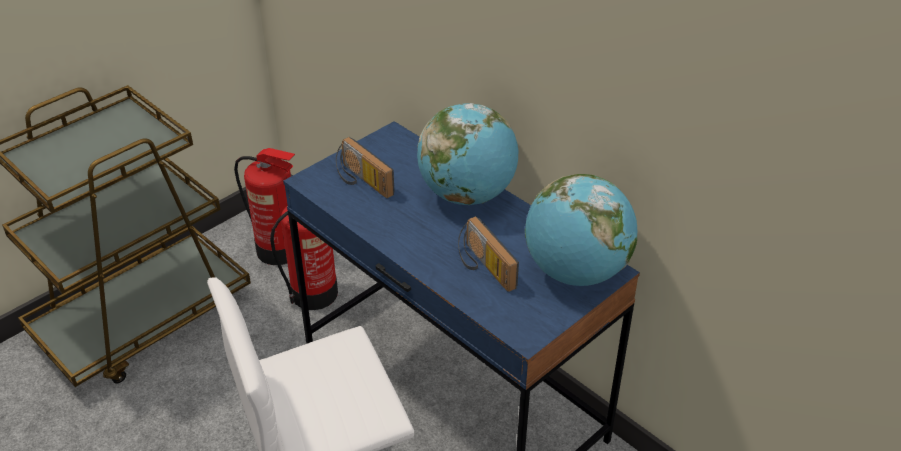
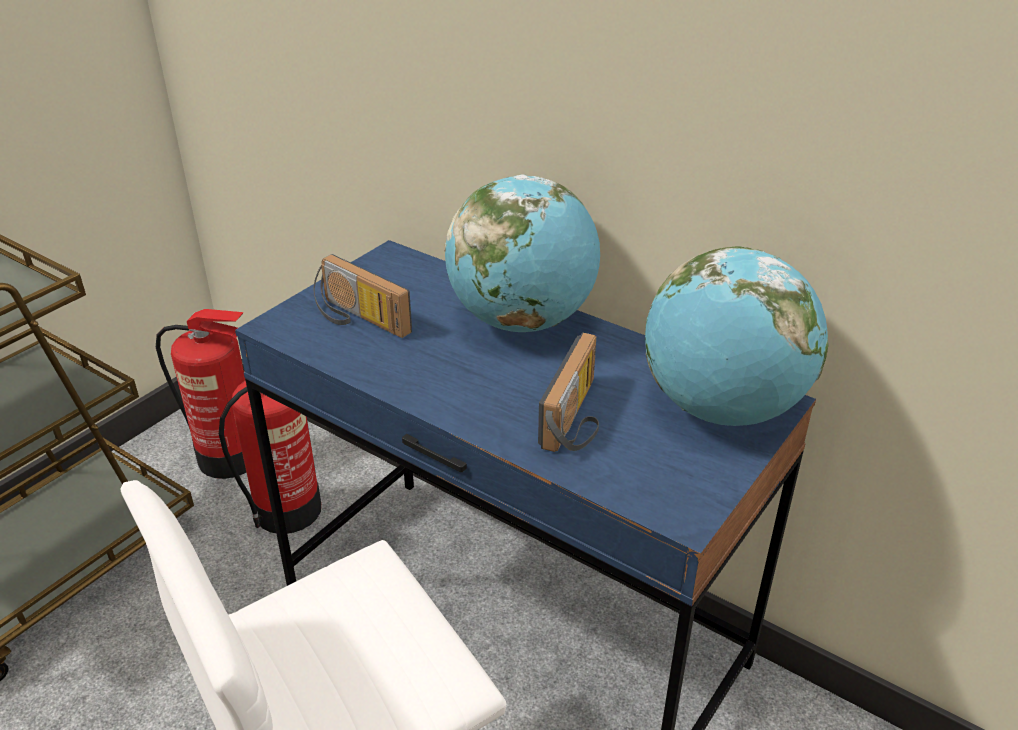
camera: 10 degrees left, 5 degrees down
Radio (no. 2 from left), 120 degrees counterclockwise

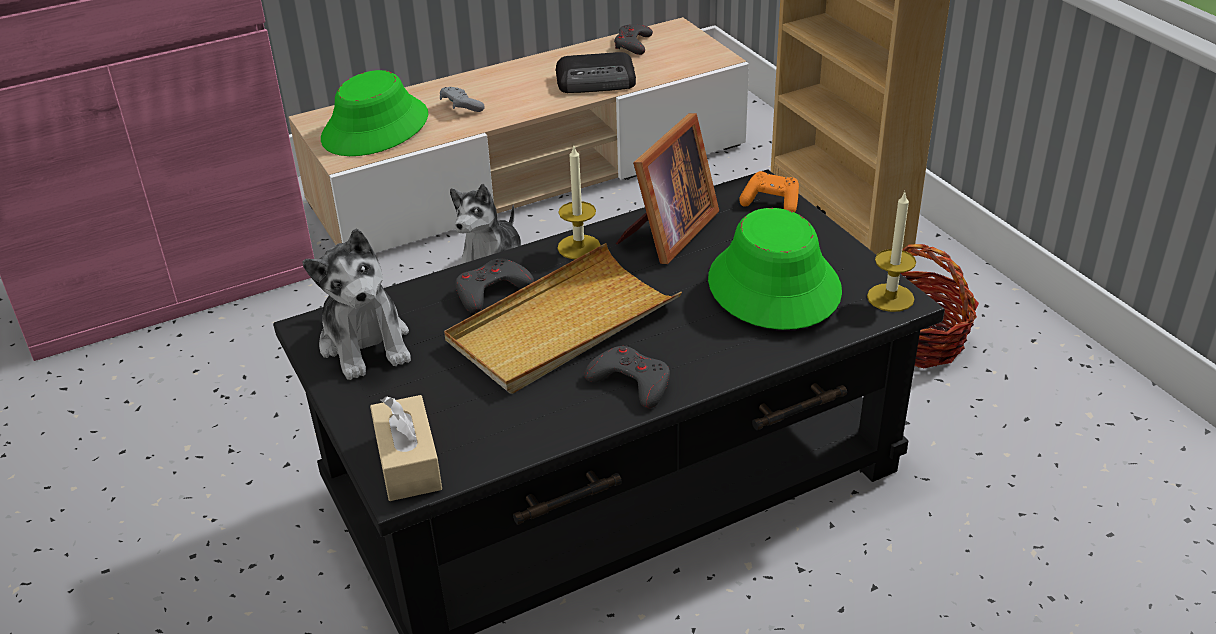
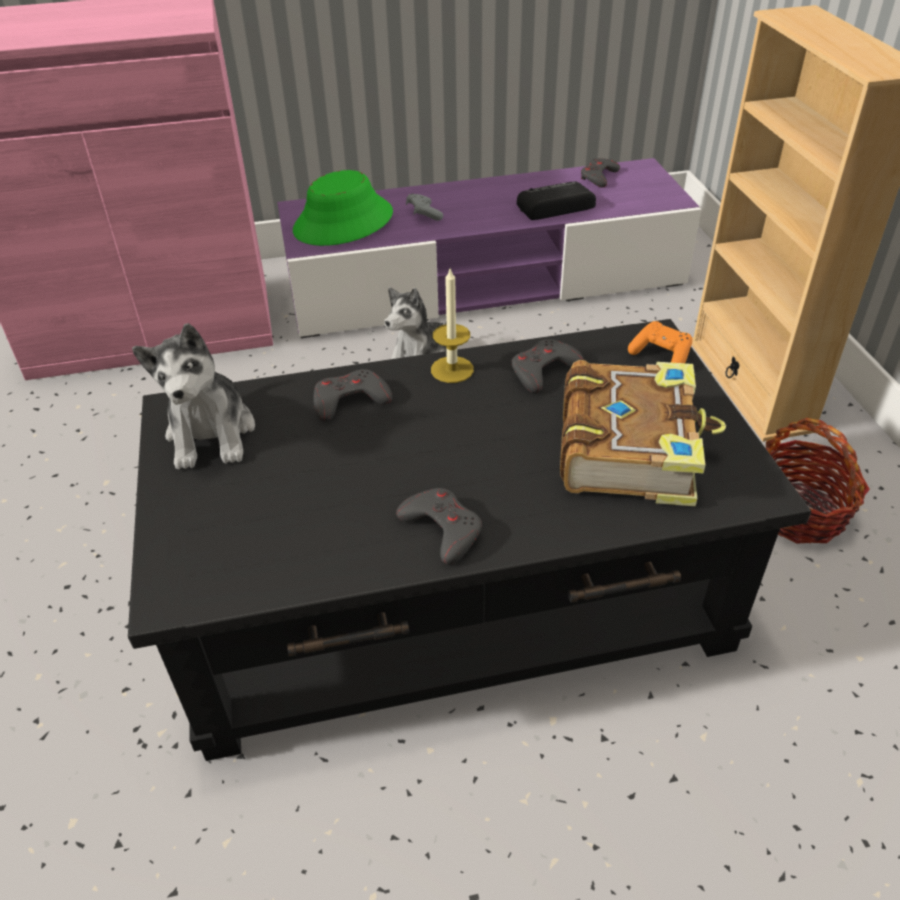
camera: 15 degrees right, 5 degrees up
Fernsehschrank [beige] => Fernsehschrank [lila]
Radio, 150 degrees clockwise
Bilderrahmen => Gamepad [grau] (no. 4 from left)
Kerze (no. 2 from left) => nothing
Hut [grün] (no. 2 from left) => Buch
Tablett [beige] => nothing
Taschentuchbox [beige] => nothing

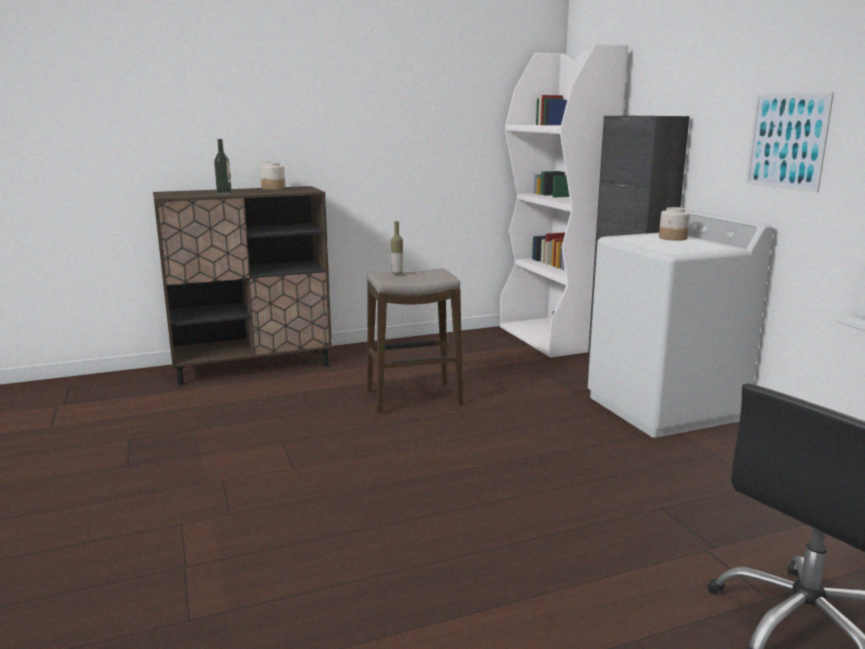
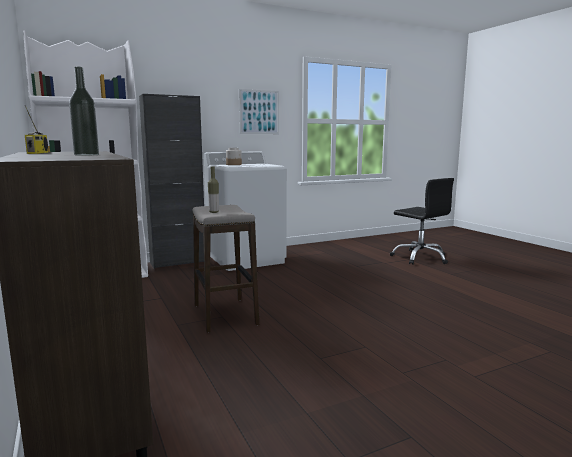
camera: 95 degrees left, 5 degrees down
Vorratsglas (no. 1 from left) => Radio

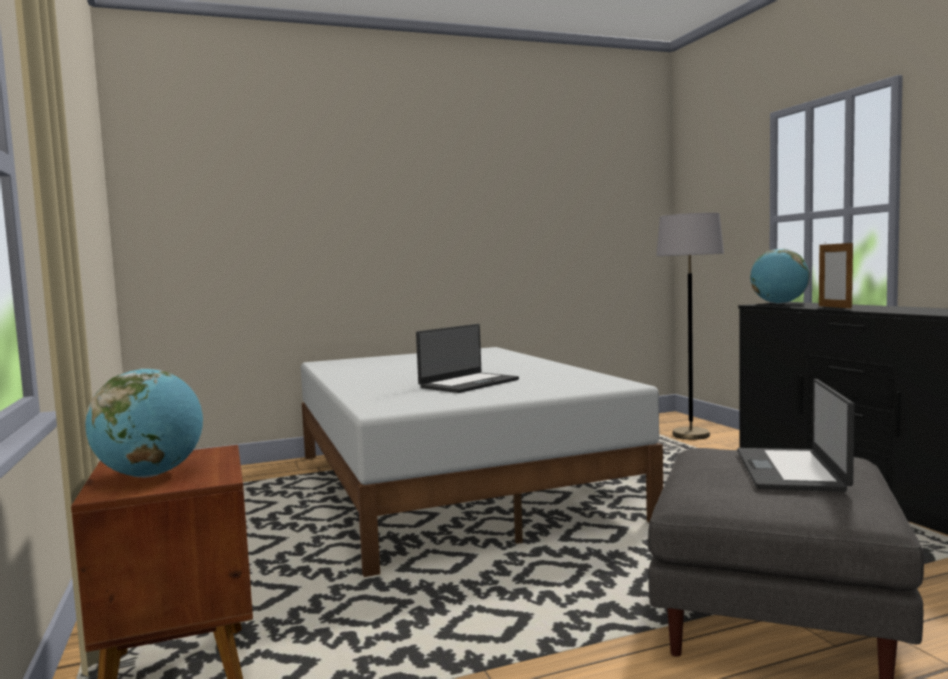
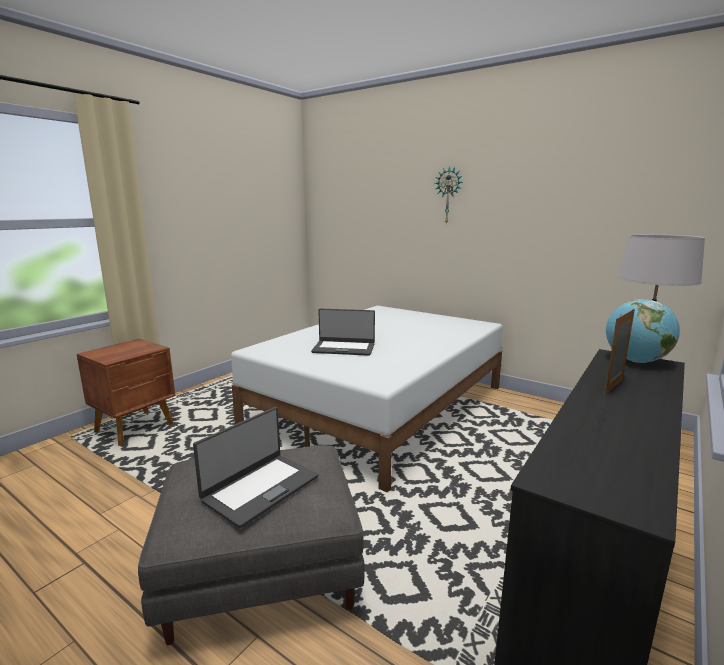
camera: 55 degrees right, 10 degrees up
Globus (no. 1 from left) => nothing
Laptop (no. 2 from left in the first image) => Laptop (no. 1 from left), 150 degrees clockwise
nothing => Wanduhr

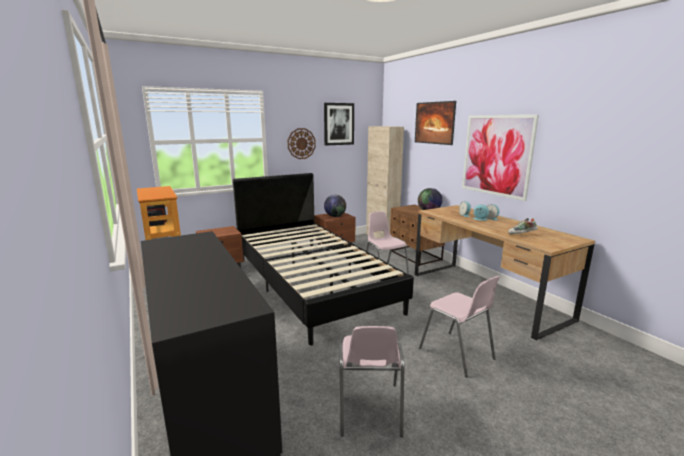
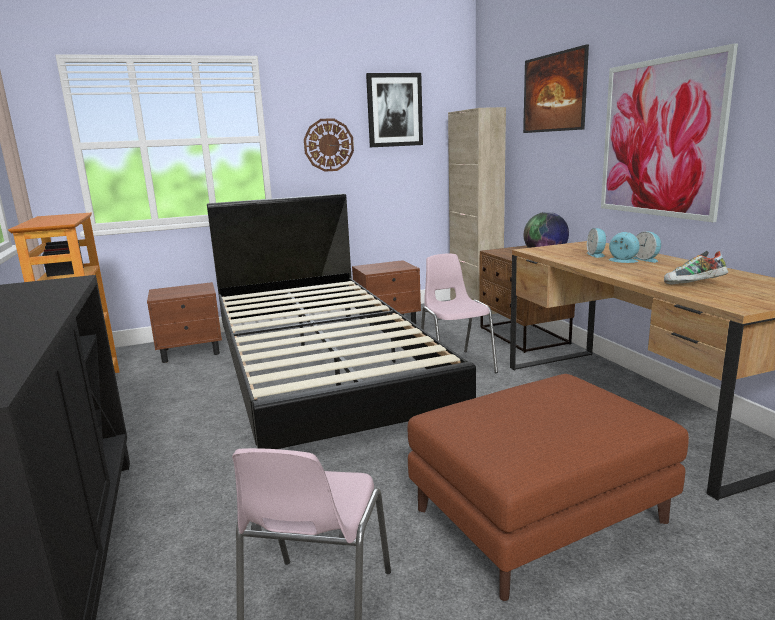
camera: 10 degrees right, 0 degrees up
Globus (no. 1 from left) => nothing
Stuhl [rosa] (no. 3 from left) => Polsterhocker [braun]

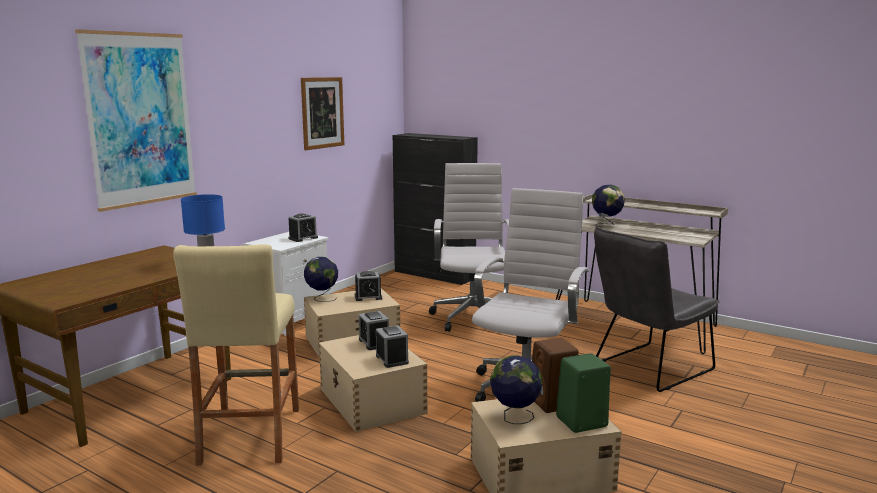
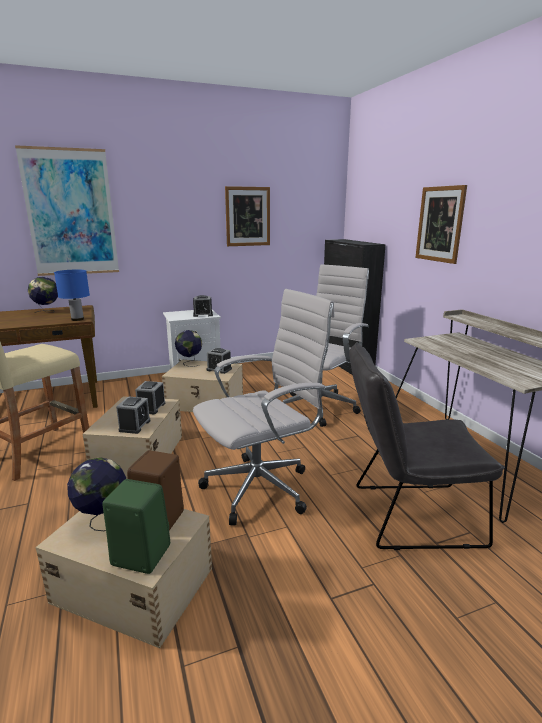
camera: 35 degrees right, 5 degrees up
Globus (no. 3 from left in the first image) => Globus (no. 1 from left), shifted
nothing => Bild (no. 3 from left)

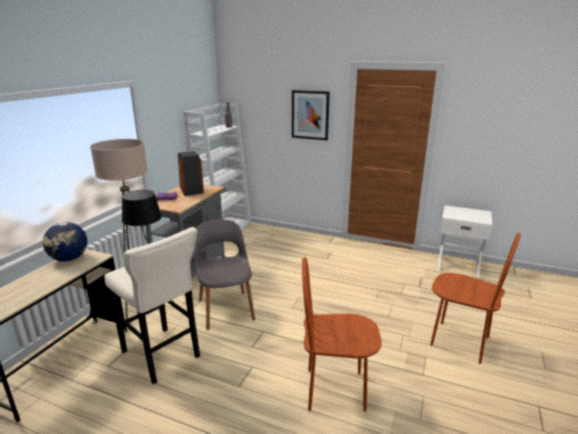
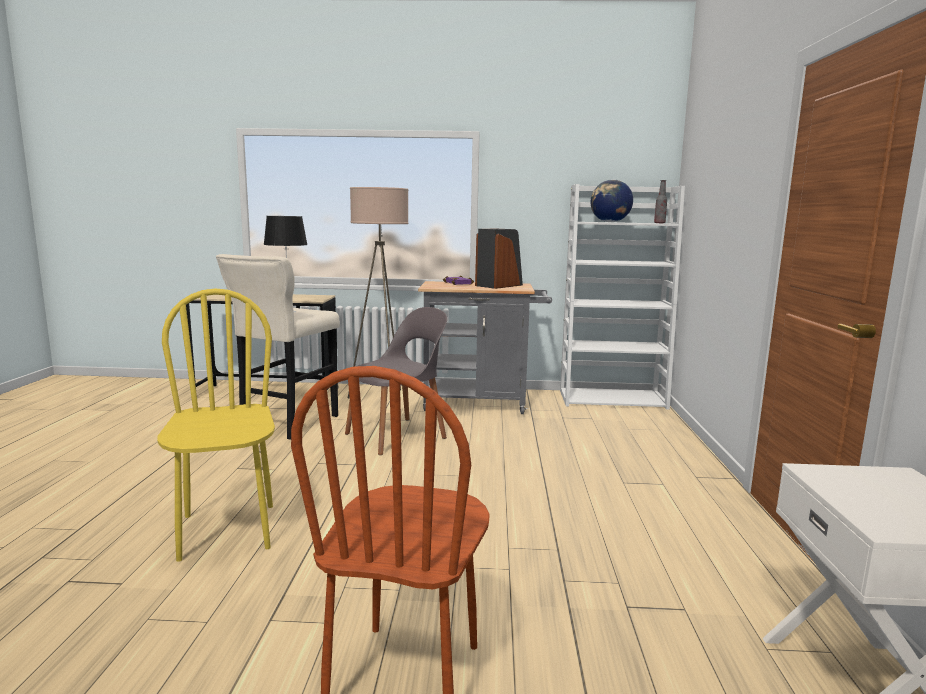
camera: 70 degrees right, 10 degrees down
Bild => nothing
Globus, shifted
Stuhl [braun] (no. 1 from left) => Stuhl [gelb]

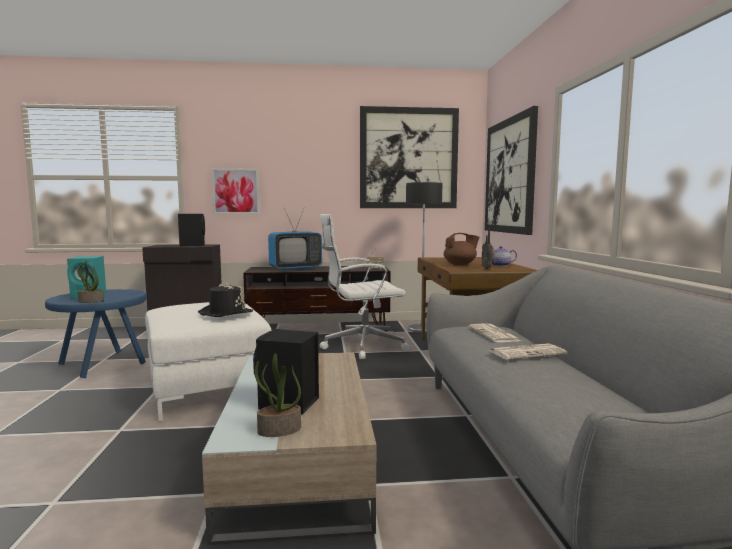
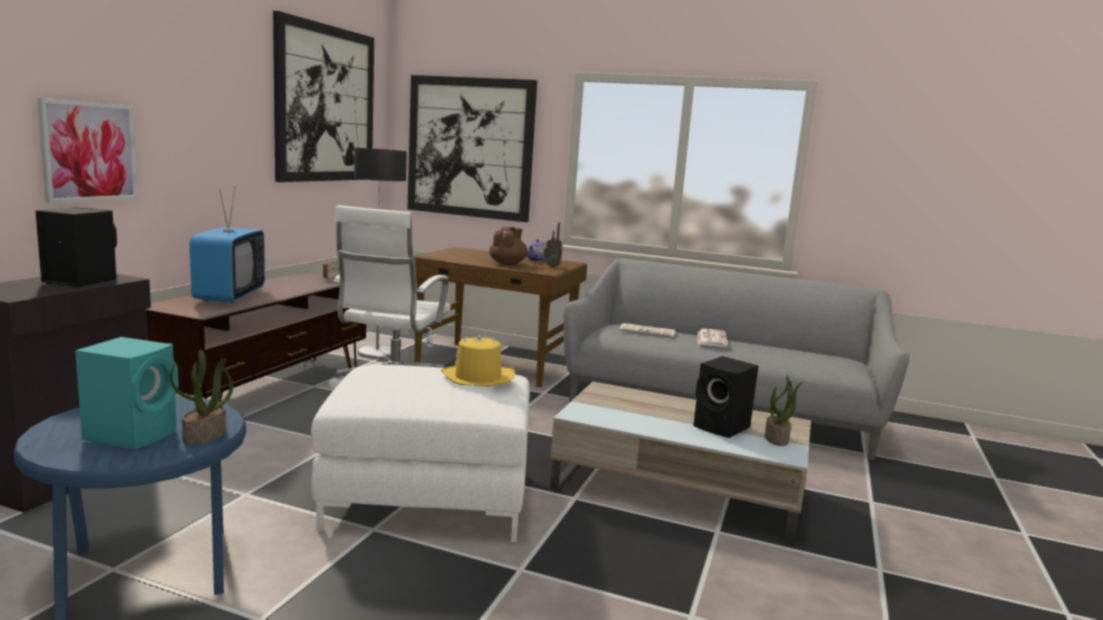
camera: 65 degrees left, 5 degrees up
Hut [schwarz] => Hut [gelb]

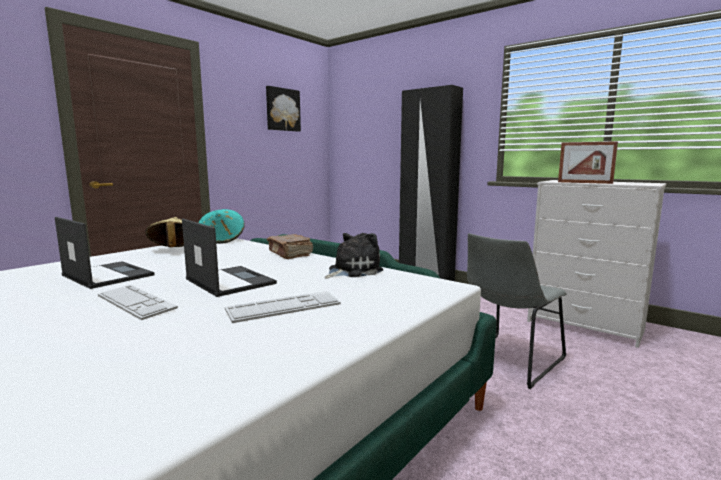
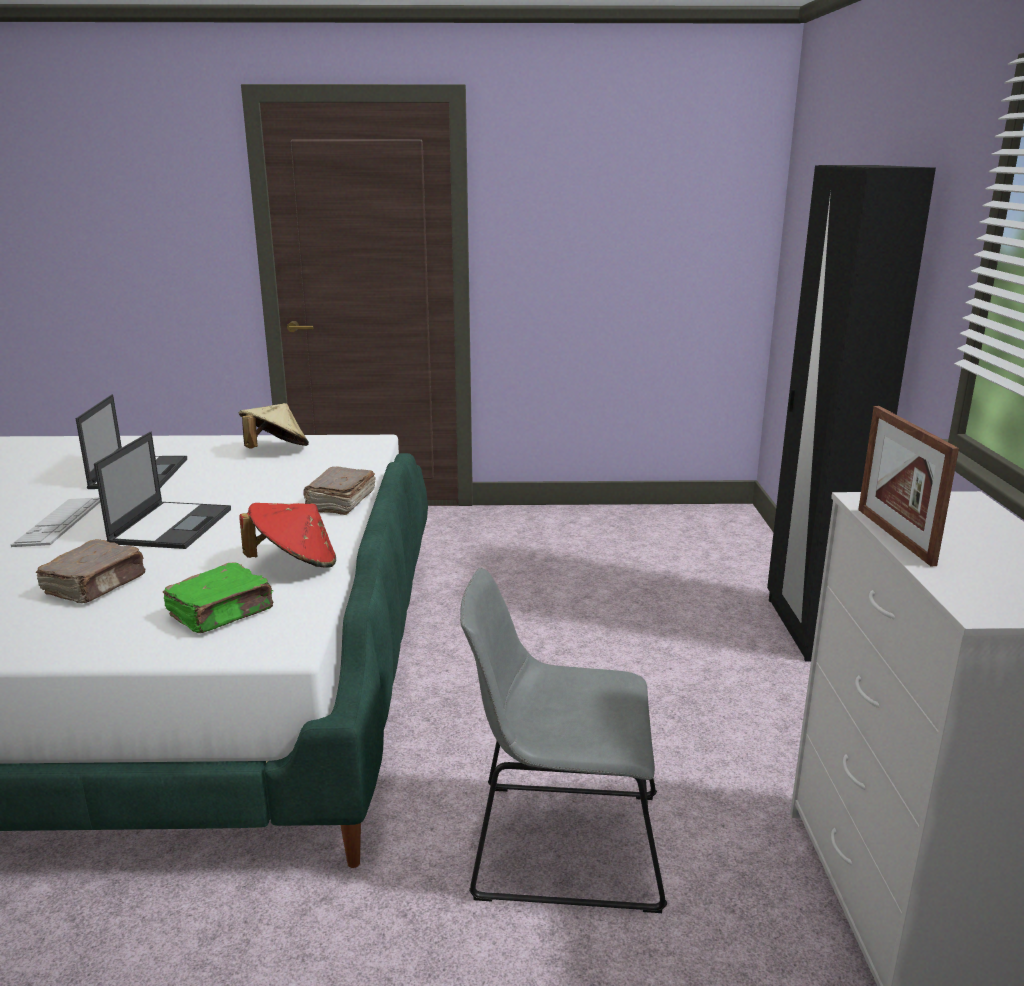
camera: 50 degrees right, 10 degrees up
Bild => nothing
Hut [türkis] => nothing
Plüschtier => Hut [rot]
Tastatur (no. 2 from left) => Buch [braun] (no. 1 from left)
nothing => Buch [grün]

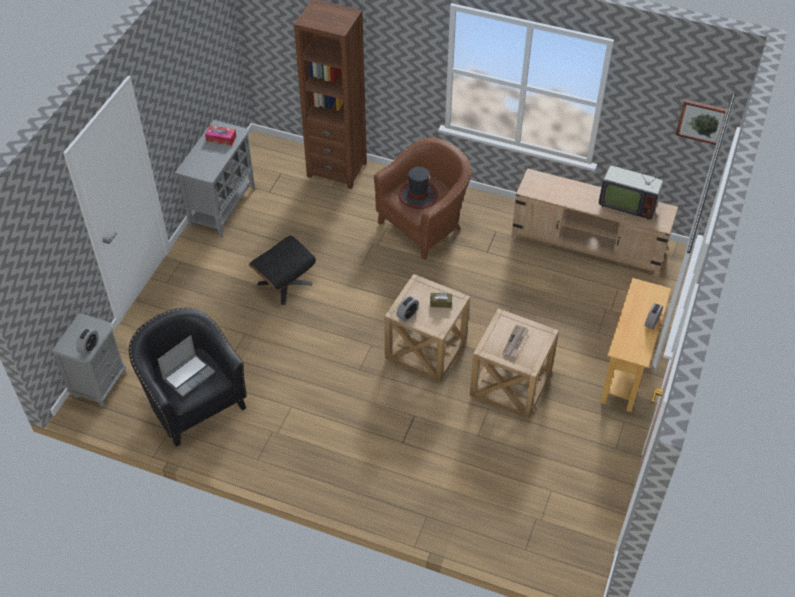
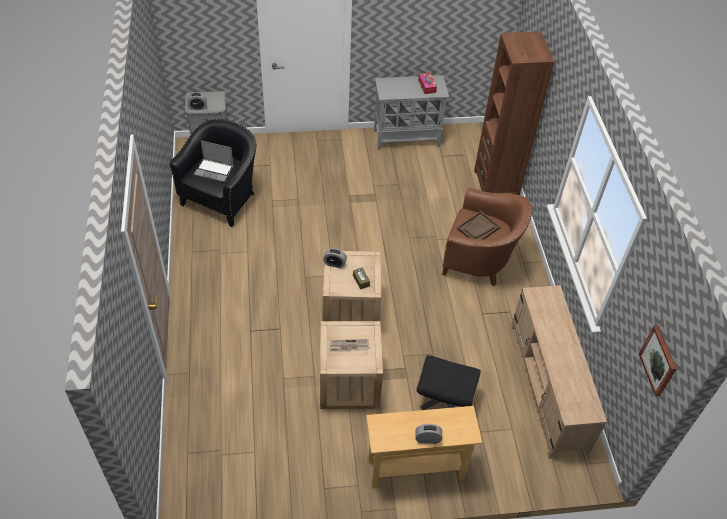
camera: 60 degrees right, 0 degrees up
Fernseher => nothing
Hut => Tablett [braun]
Polsterhocker [schwarz], shifted

